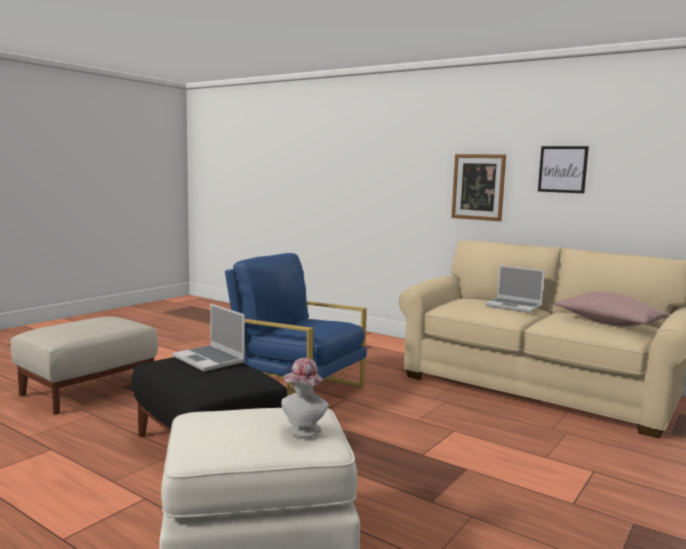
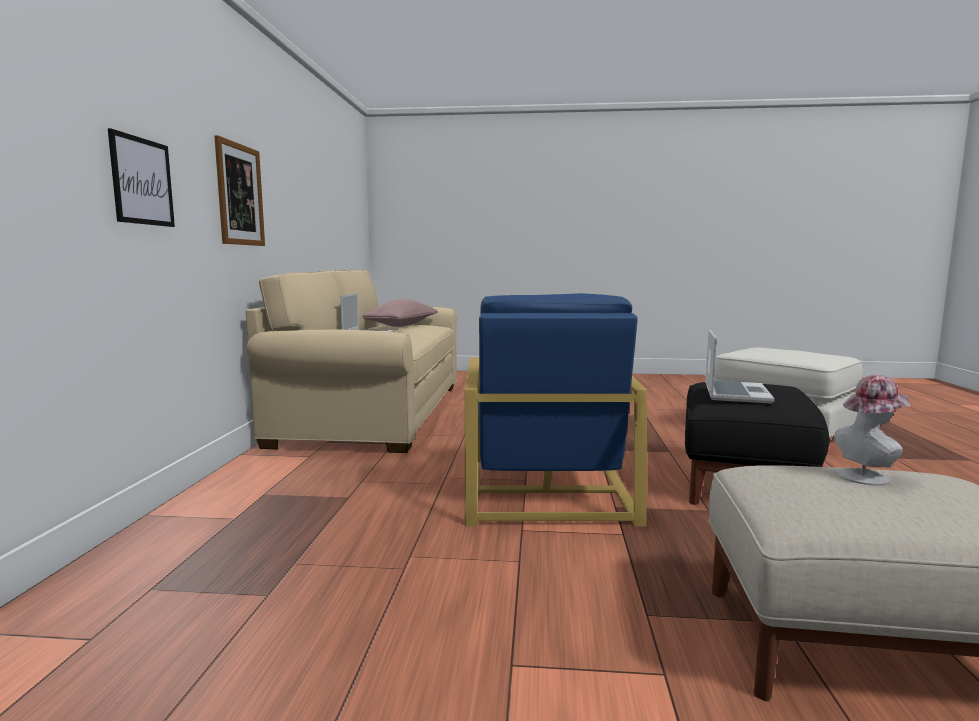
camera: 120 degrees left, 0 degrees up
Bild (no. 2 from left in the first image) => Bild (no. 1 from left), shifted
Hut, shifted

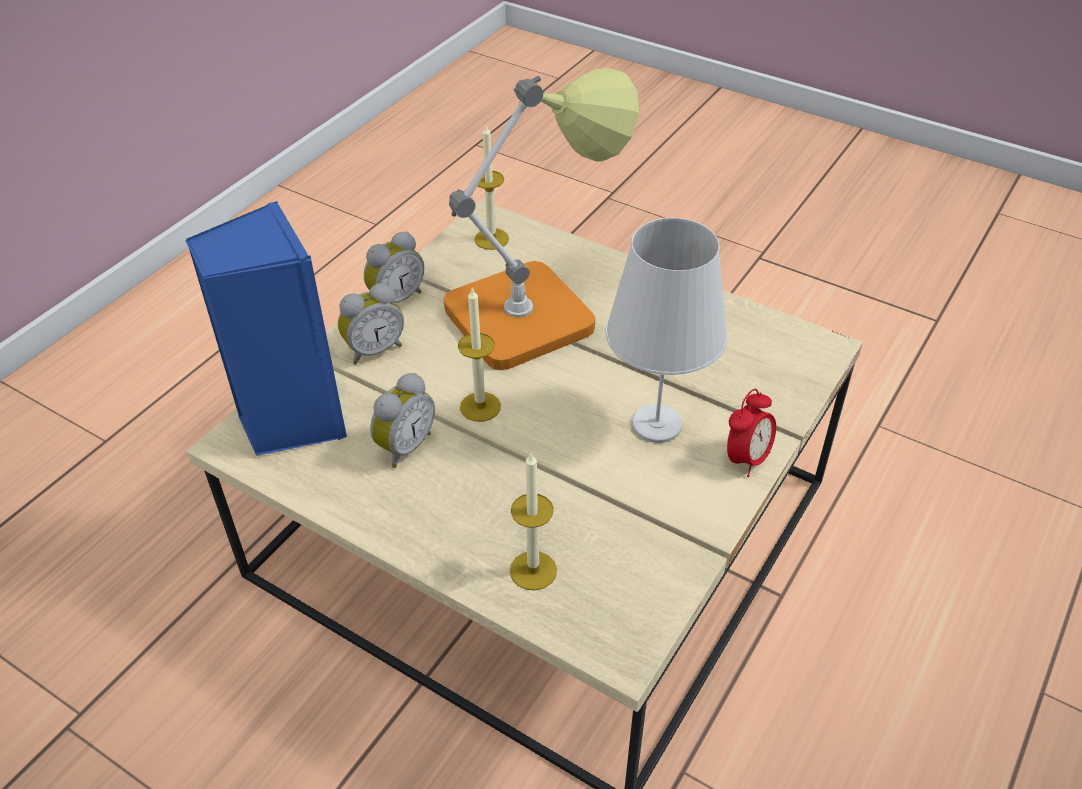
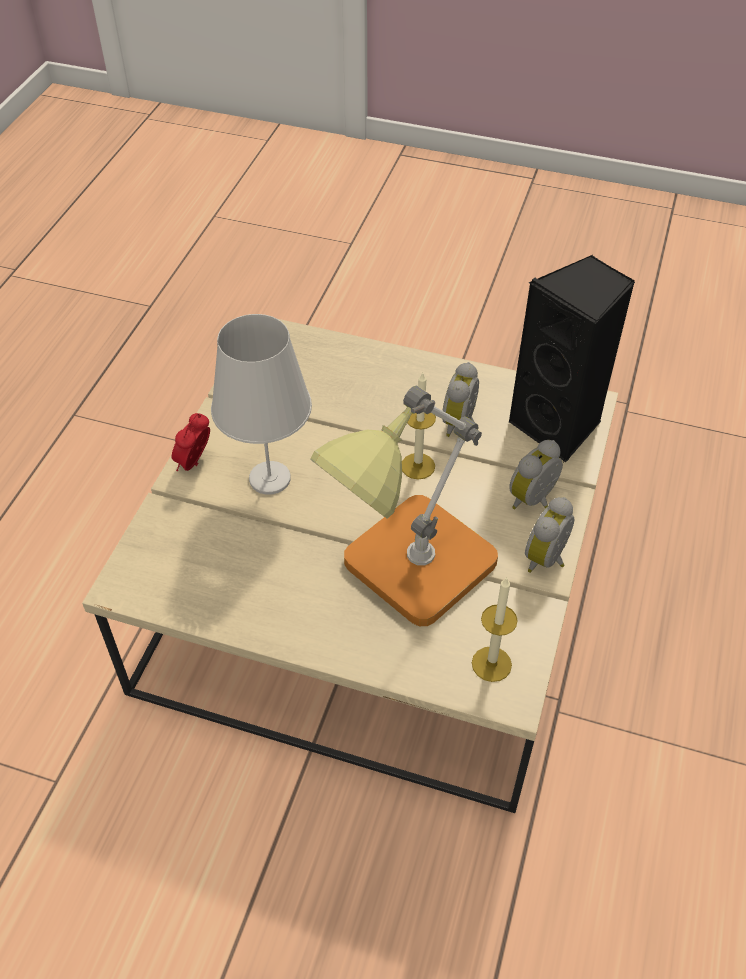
camera: 165 degrees right, 5 degrees up
Lautsprecher [blau] => Lautsprecher [schwarz]
Kerze (no. 3 from left) => nothing

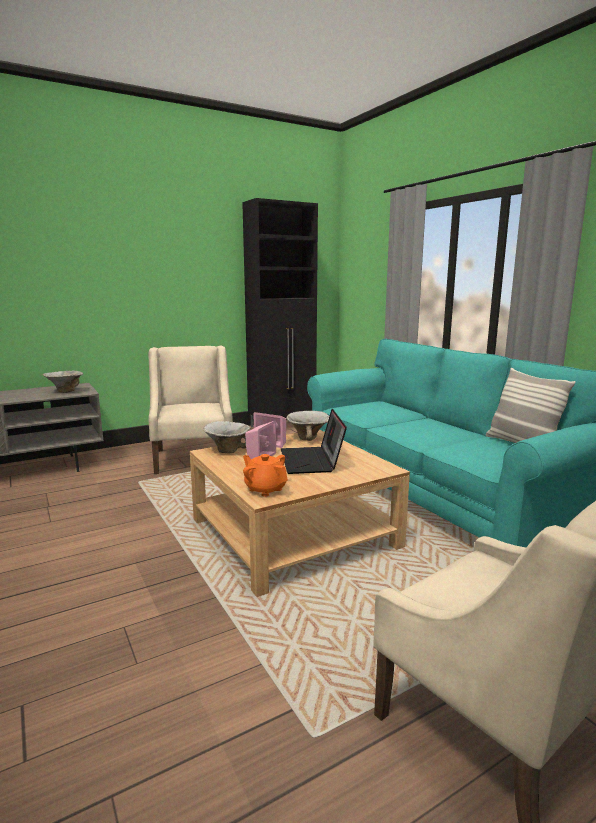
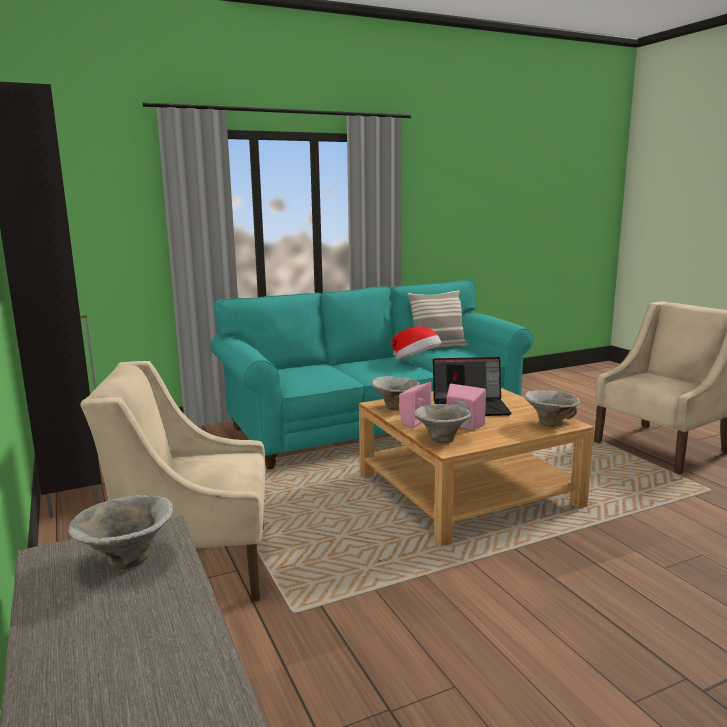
camera: 85 degrees left, 0 degrees up
Teekanne [orange] => Schüssel (no. 4 from left)
nothing => Hut

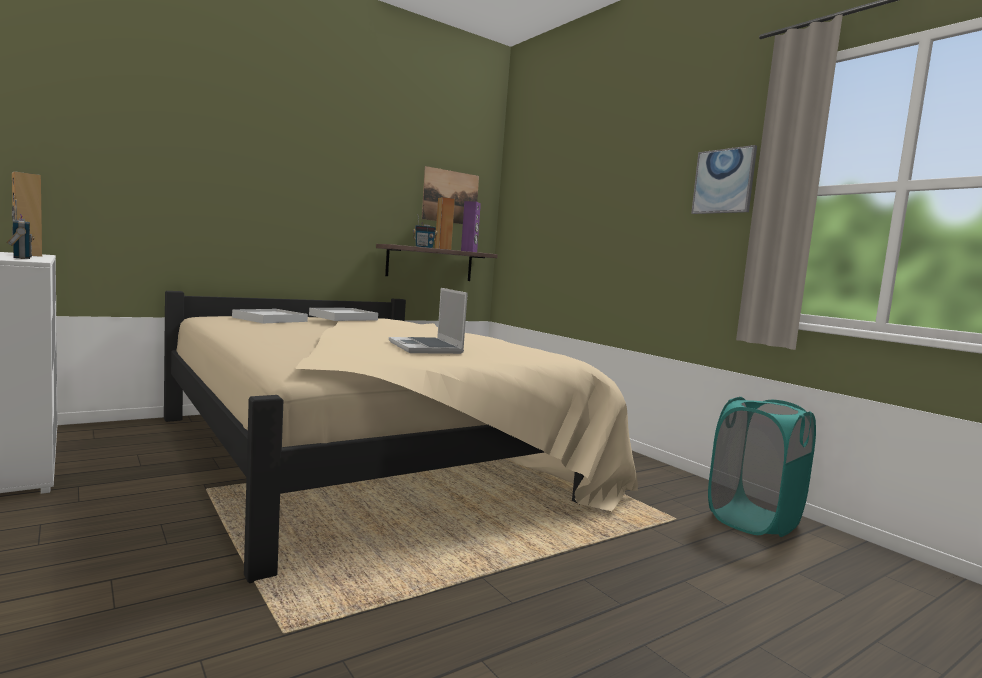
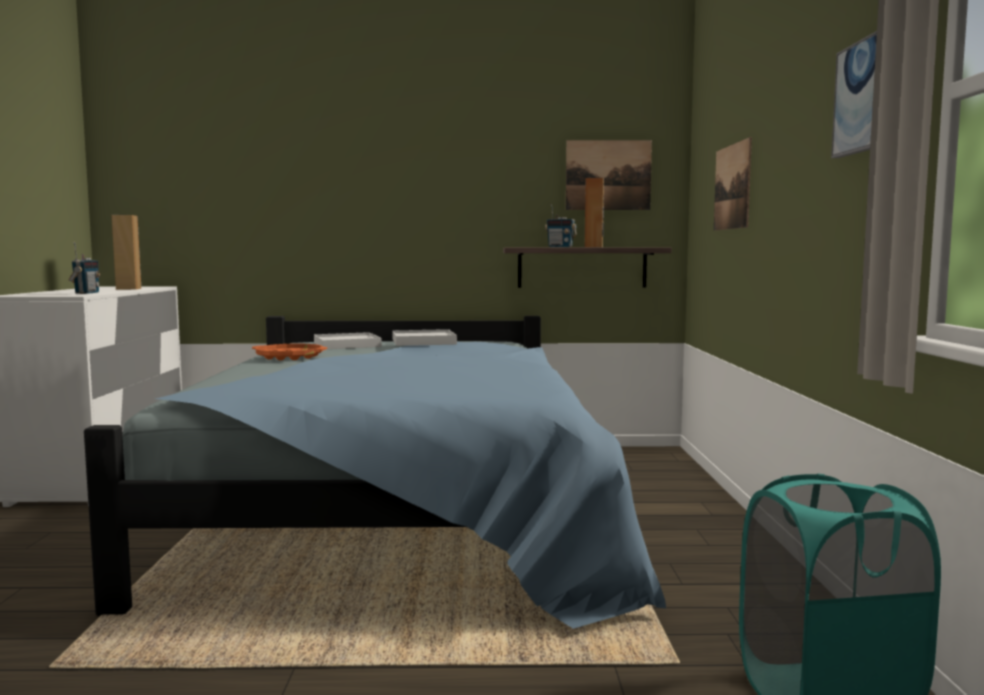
camera: 35 degrees right, 0 degrees up
Lautsprecher [lila] => nothing
Laptop => nothing
Bett [beige] => Bett [blau]
nothing => Bild (no. 2 from left)
nothing => Tablett [orange]

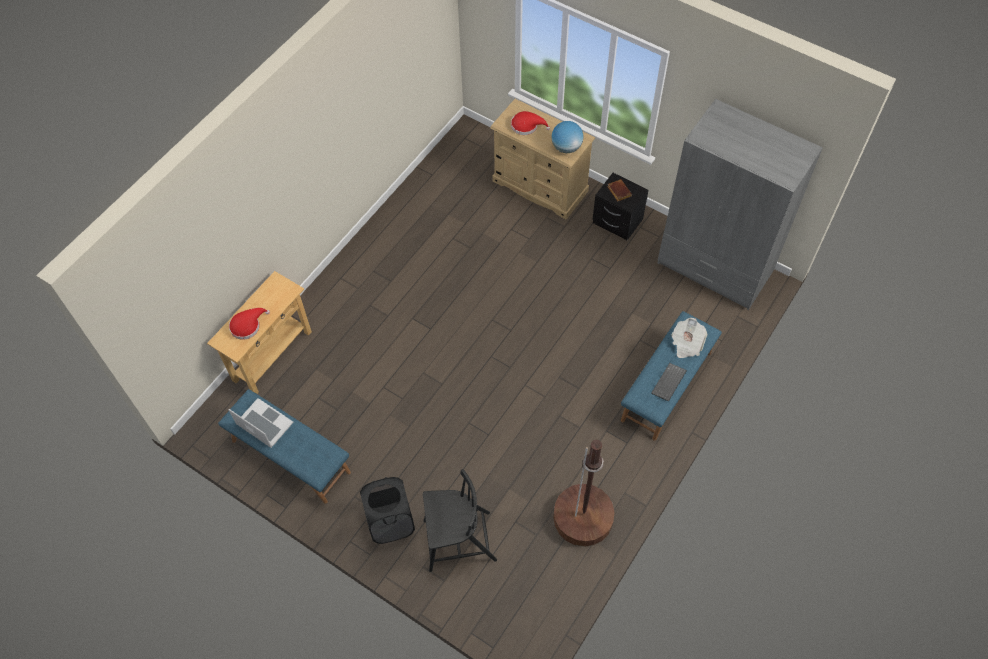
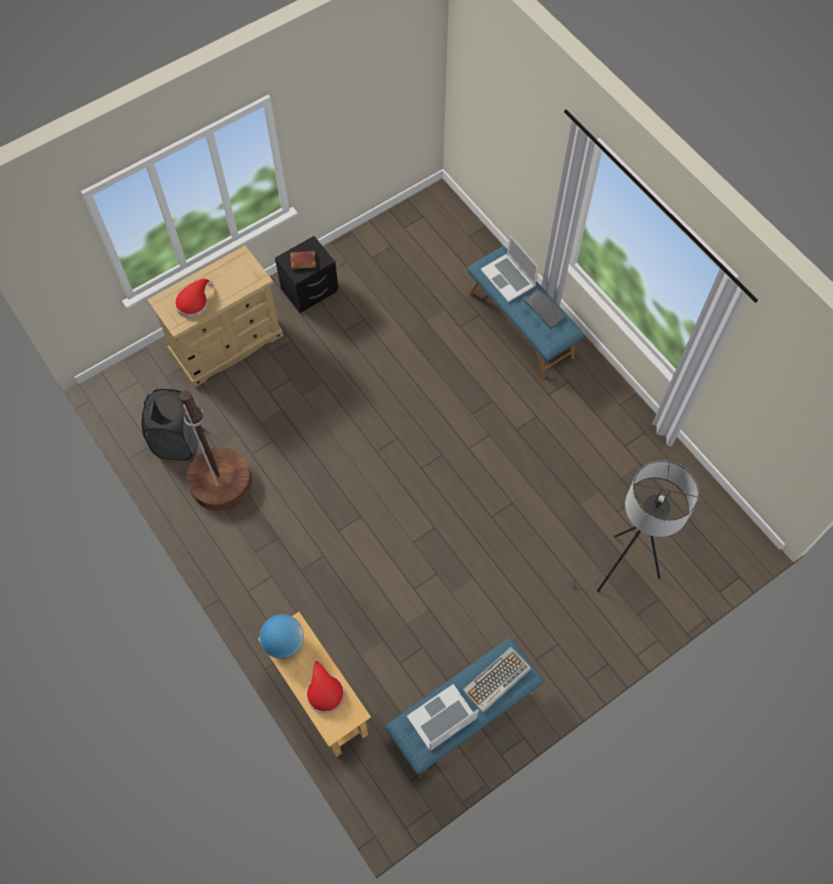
camera: 70 degrees left, 5 degrees up
Kleiderschrank [grau] => nothing
Globus, shifted
Zeitung => Laptop (no. 2 from left)
Stehlampe [braun], shifted
Stuhl [schwarz] => Stehlampe [grau]
Wäschekorb [schwarz], shifted
nothing => Tastatur (no. 1 from left)

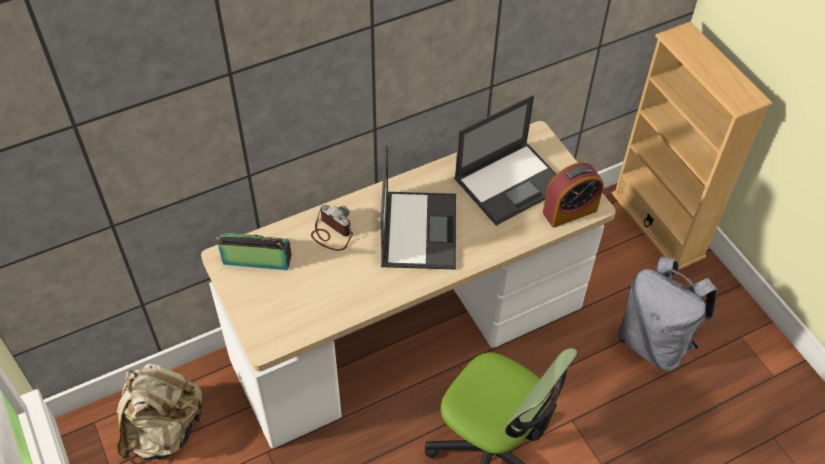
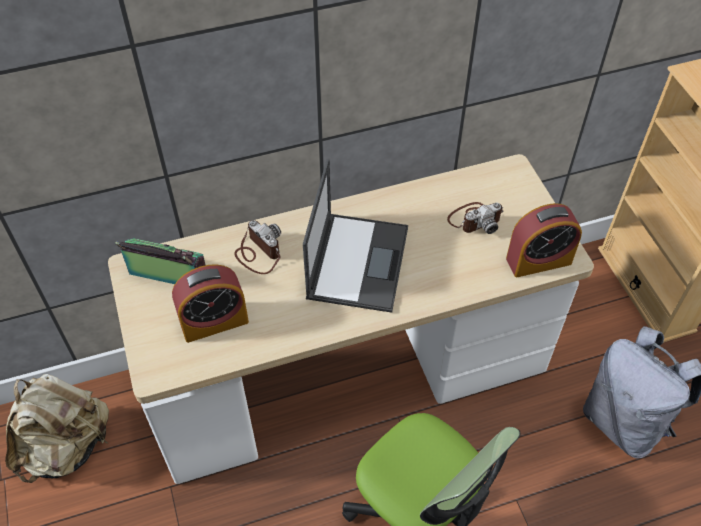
camera: 10 degrees right, 0 degrees up
Laptop (no. 2 from left) => Kamera (no. 2 from left)
nothing => Wecker (no. 1 from left)

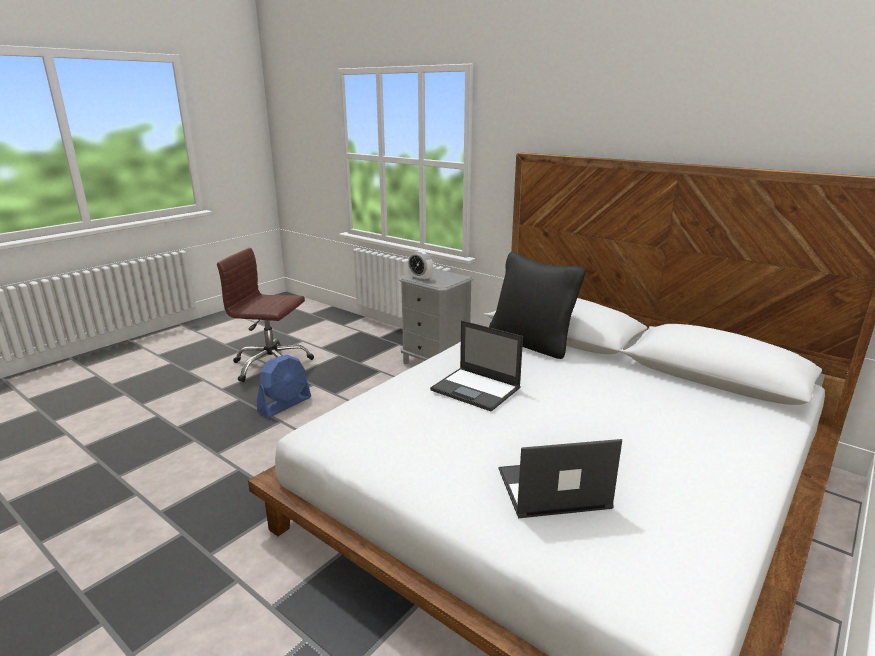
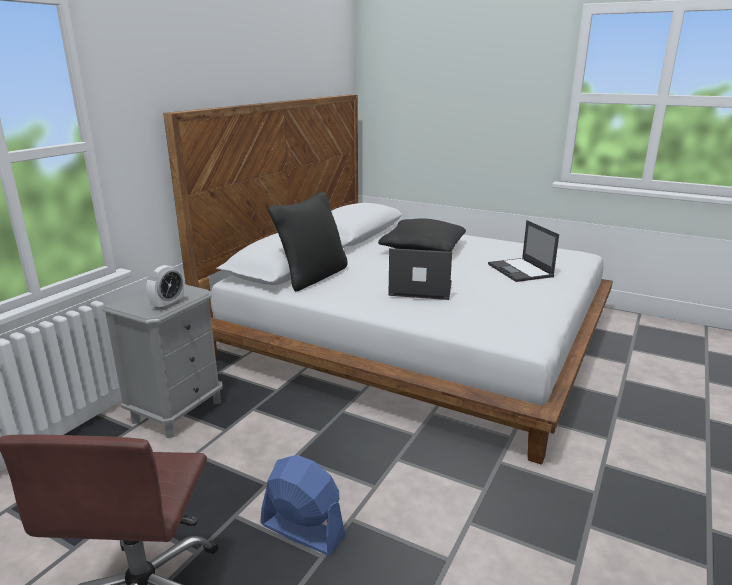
camera: 100 degrees left, 0 degrees up
Laptop (no. 1 from left), 105 degrees counterclockwise
nothing => Kissen [schwarz] (no. 2 from left)

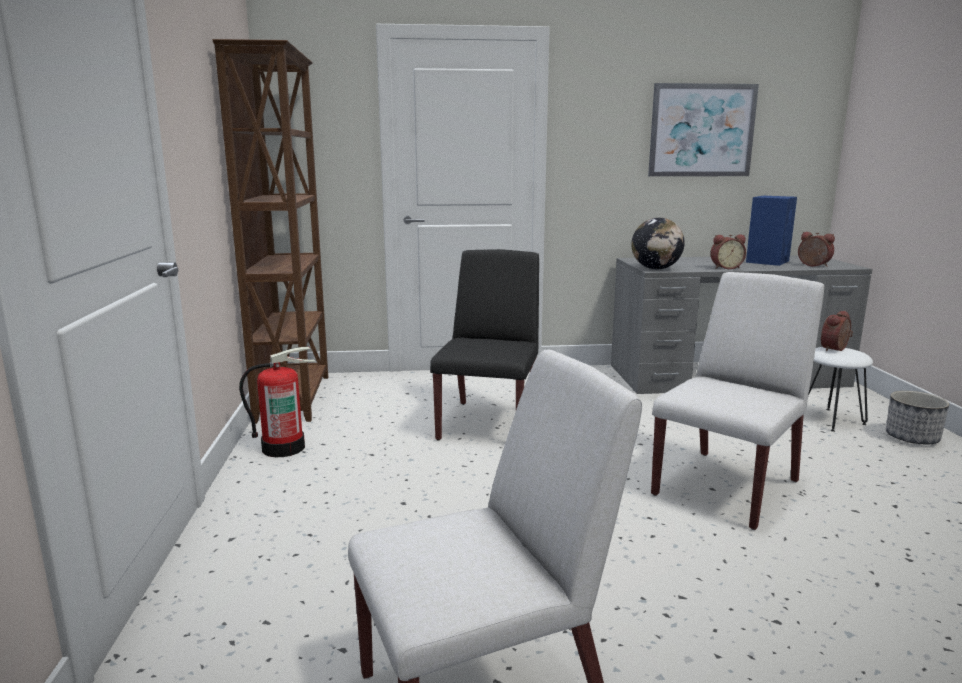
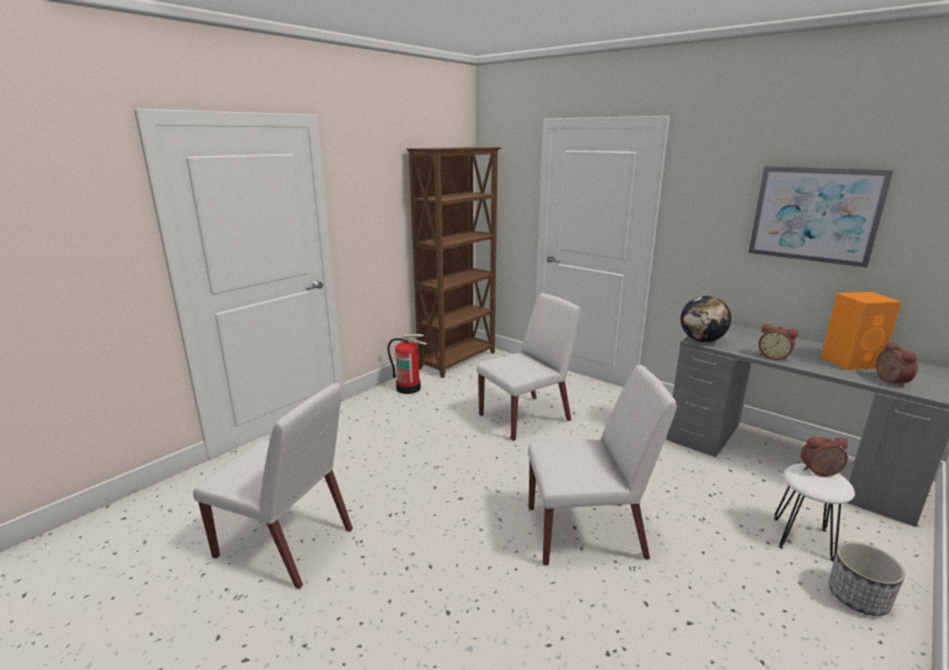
camera: 45 degrees right, 5 degrees up
Lautsprecher [blau] => Lautsprecher [orange]
Stuhl [schwarz] => Stuhl [weiß] (no. 2 from left)

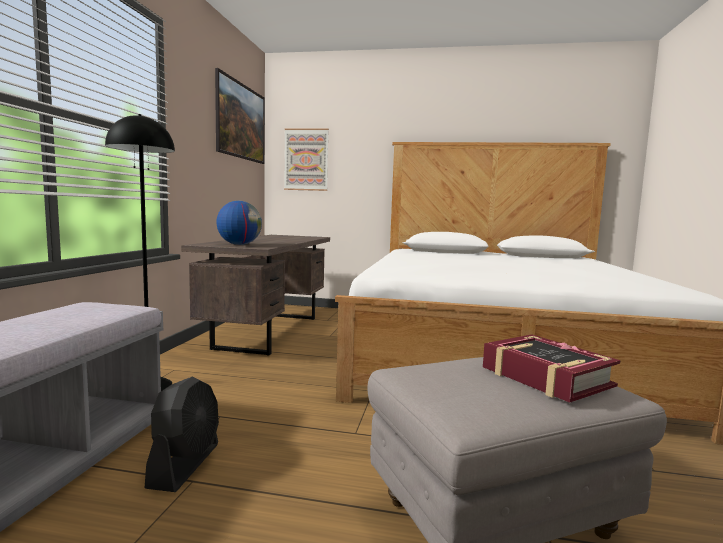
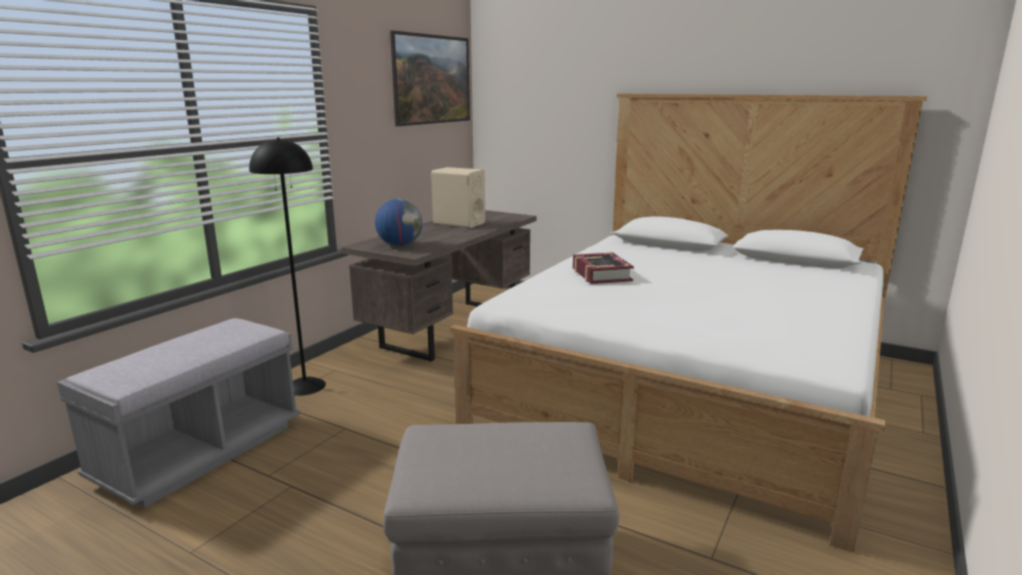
camera: 20 degrees right, 10 degrees up
Bild (no. 2 from left) => nothing
Buch, shifted
Ventilator [schwarz] => nothing
nothing => Lautsprecher [beige]

